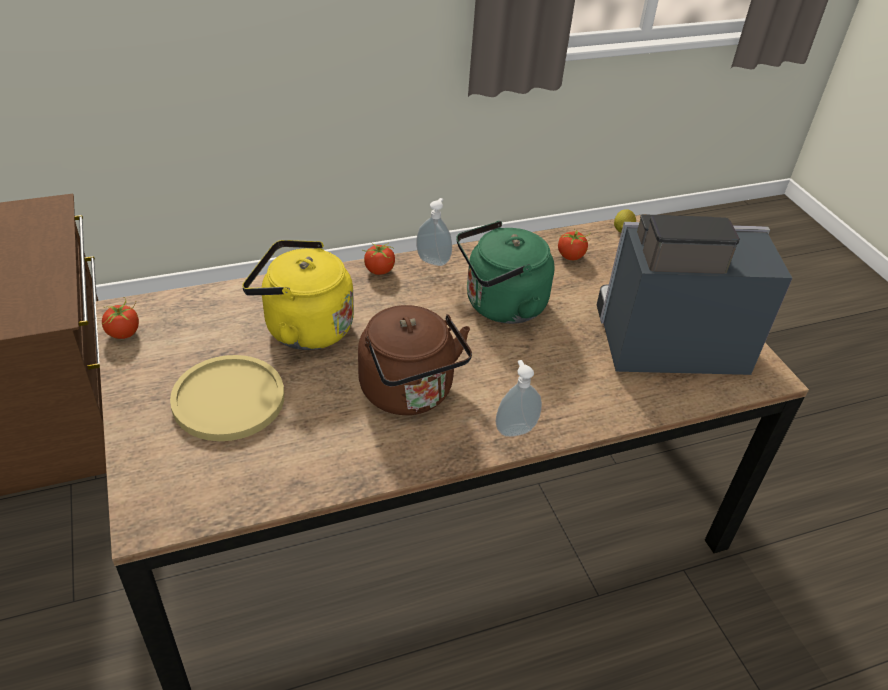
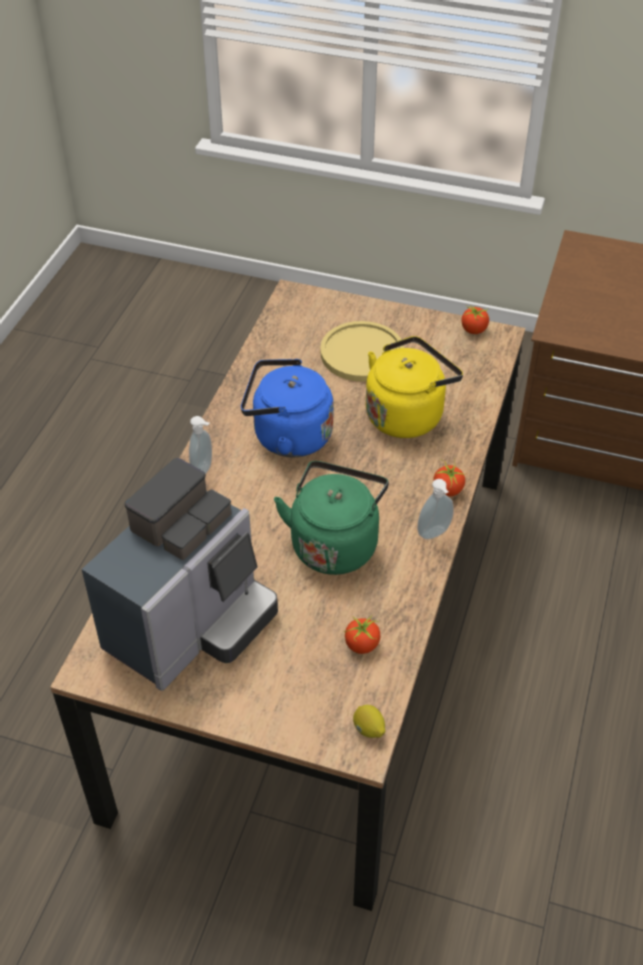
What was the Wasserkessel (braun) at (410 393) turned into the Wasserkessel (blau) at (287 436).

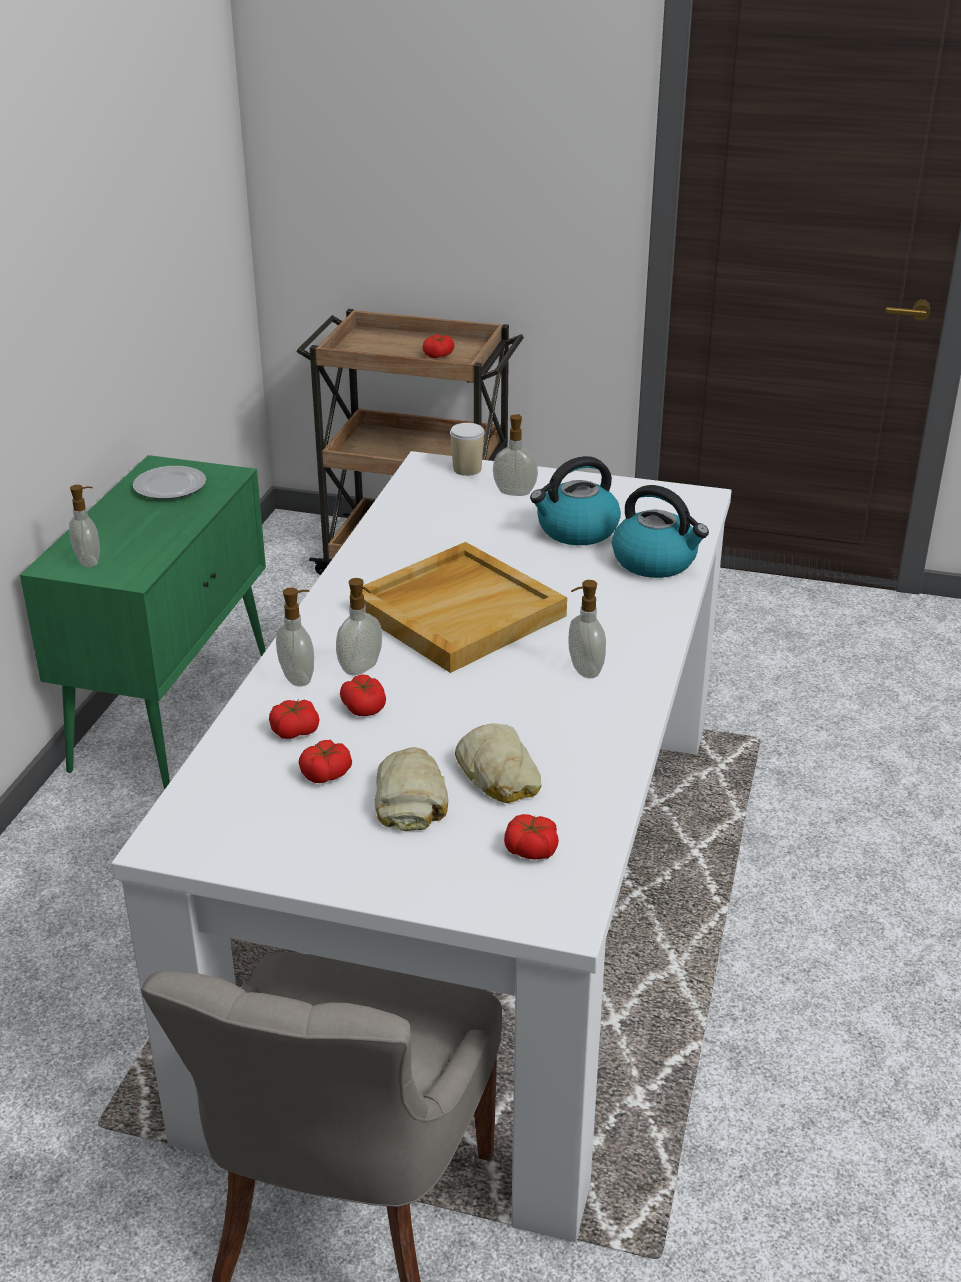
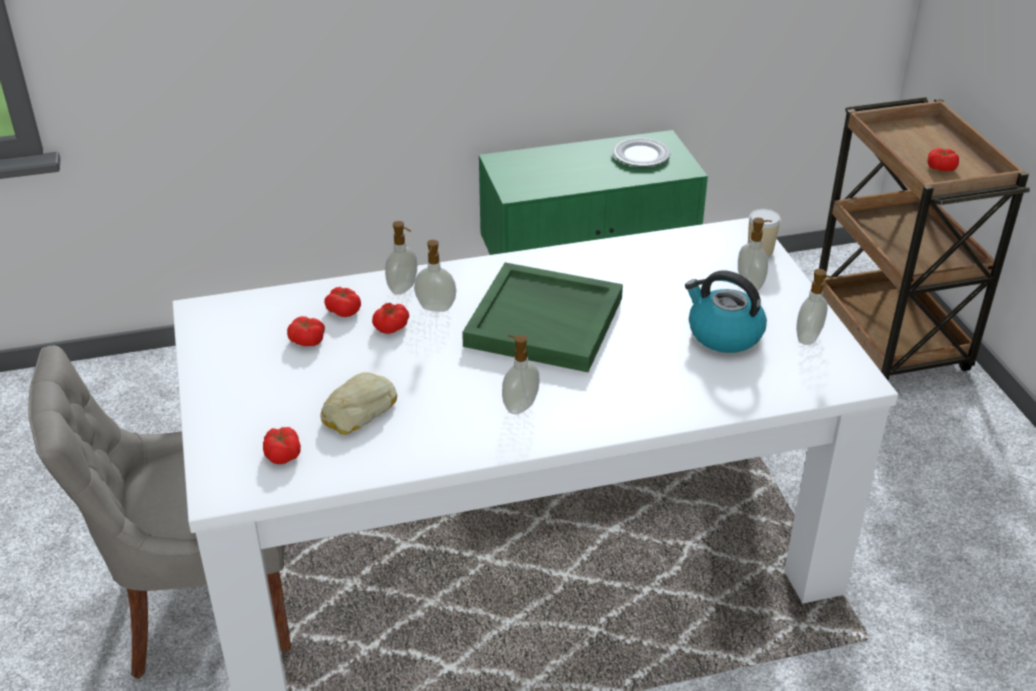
The Seifenspender ended up elsewhere, having gone from (89 561) to (809 338). What was the Tablett (beige) at (458 611) turned into the Tablett (grün) at (546 321). The second view lost the Brot at (411 798). The second view lost the Wasserkessel at (656 561).

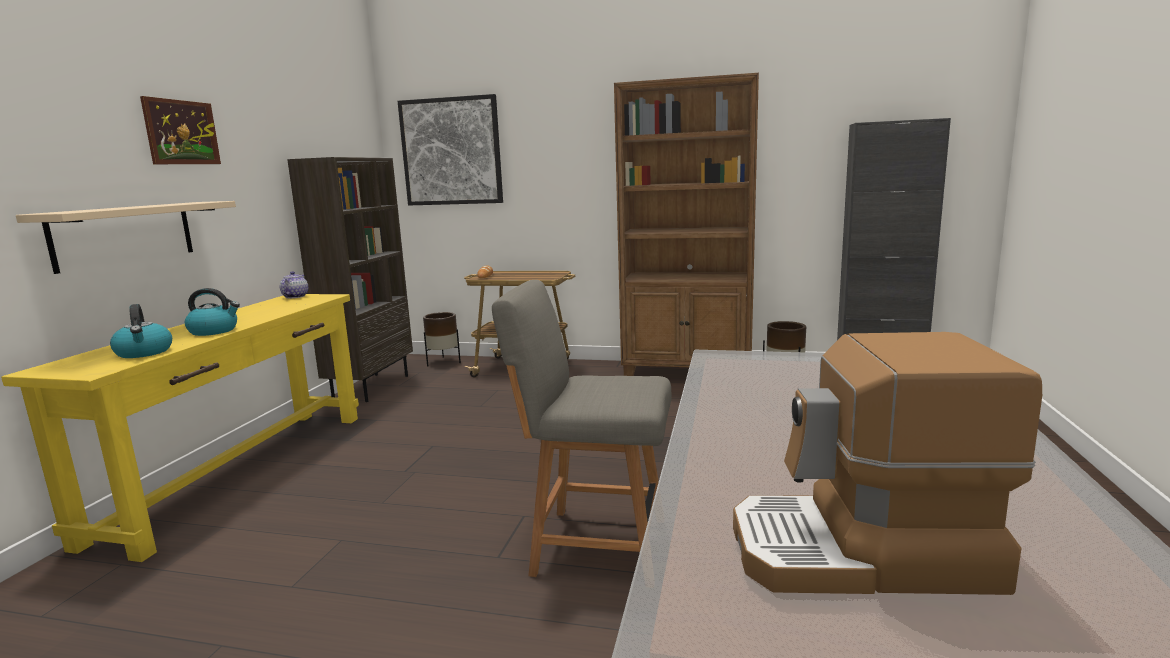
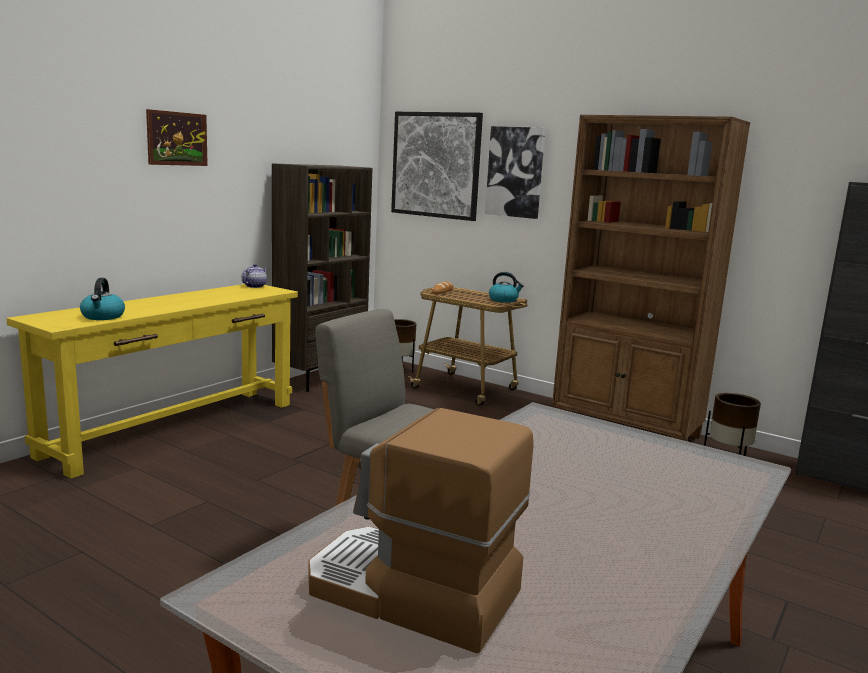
The second view lost the Wandregal (beige) at (124 234). The Wasserkessel ended up elsewhere, having gone from (214 331) to (504 300). The second view gained the Bild at (515 172).

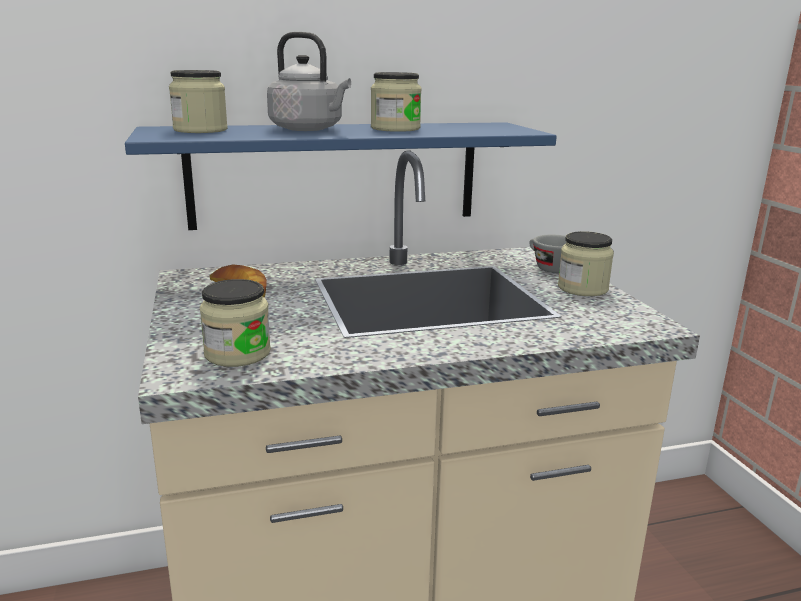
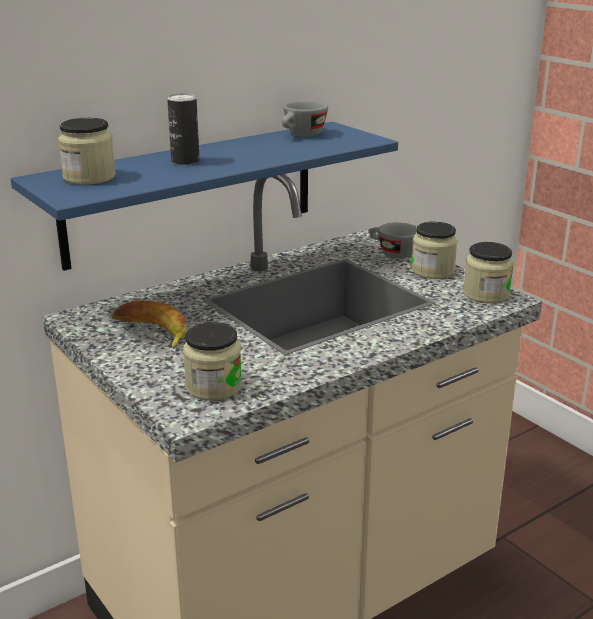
Where the Wasserkessel (grau) stood at (309 129), the Dose came to stand at (185 161). The Vorratsglas ended up elsewhere, having gone from (395 128) to (486 294). The second view gained the Tasse (grau) at (302 135).

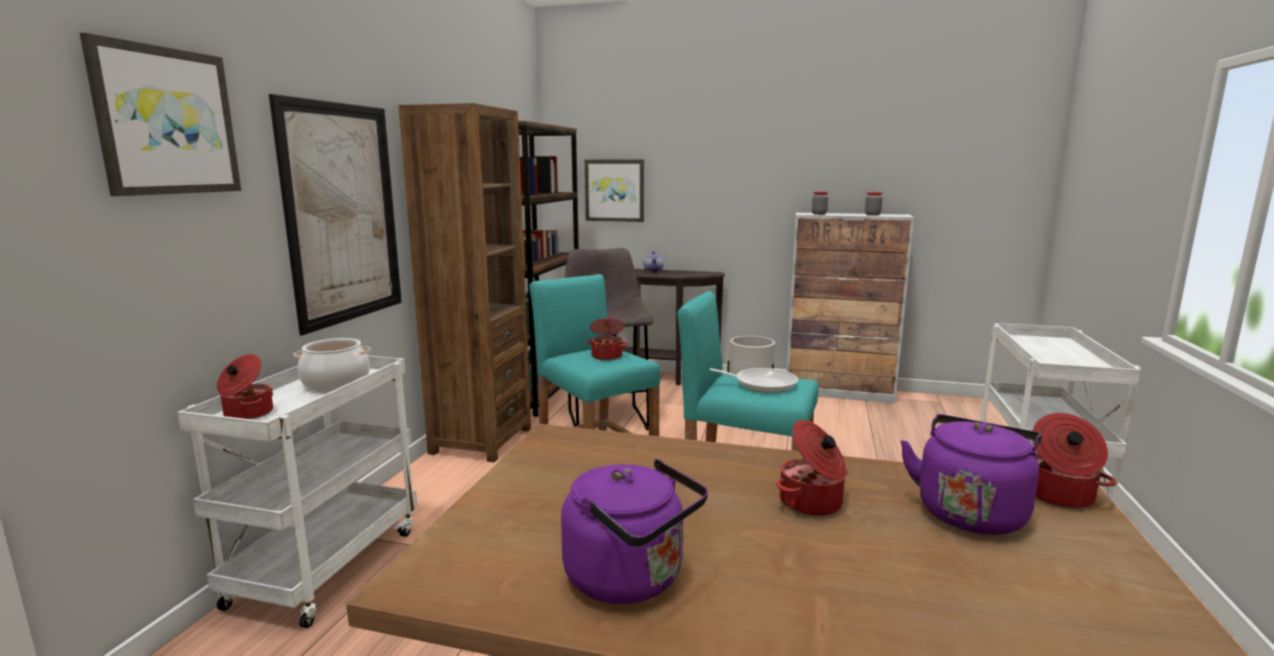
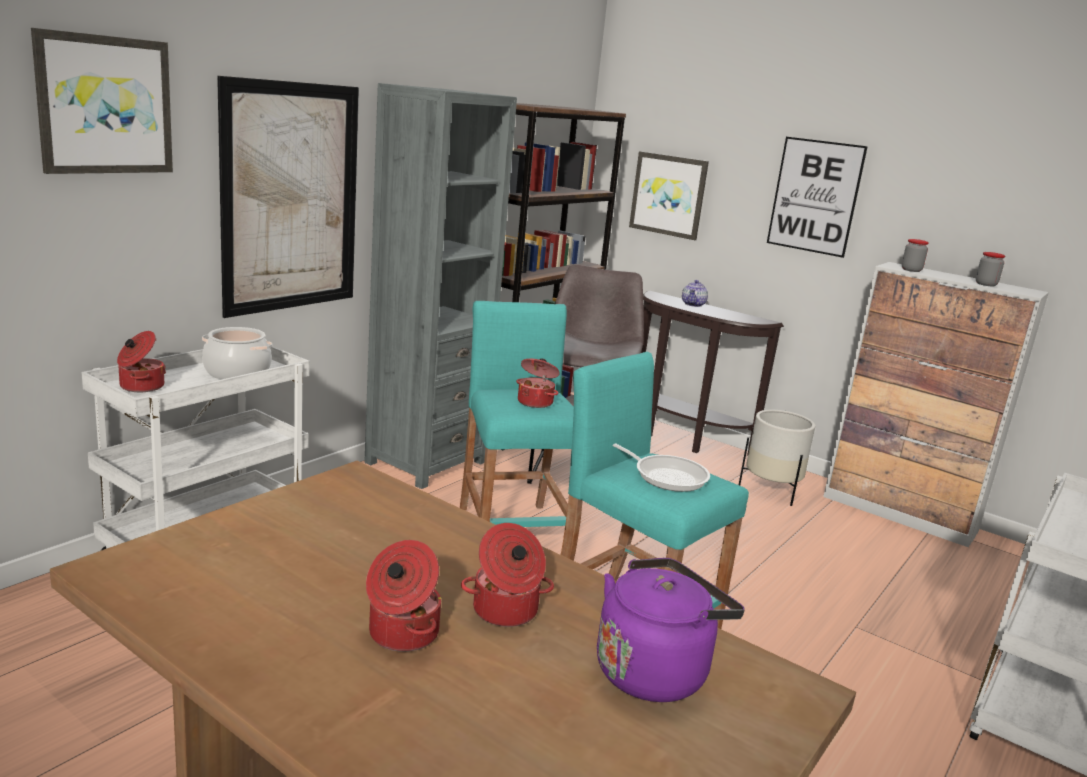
What was the Bücherregal (braun) at (481 440) turned into the Bücherregal (grau) at (426 462). The second view lost the Wasserkessel (lila) at (631 579). The Kochtopf ended up elsewhere, having gone from (1058 496) to (401 633). The second view gained the Bild at (815 196).

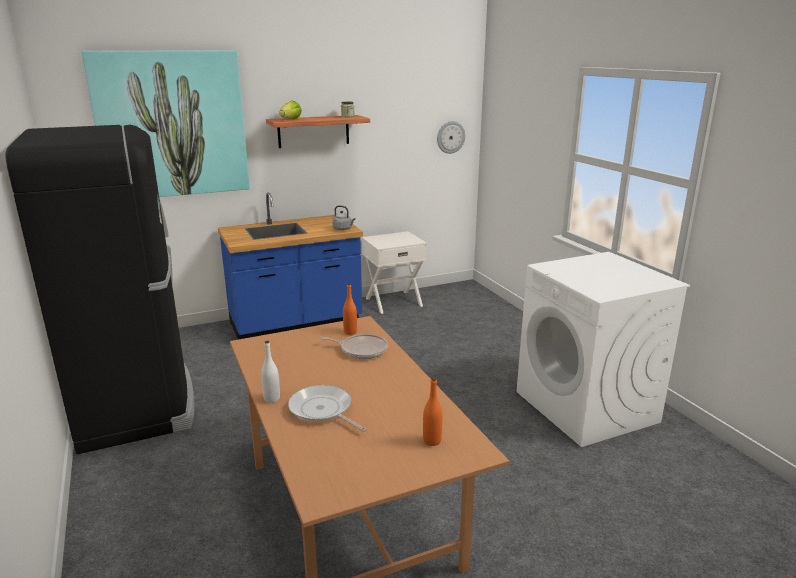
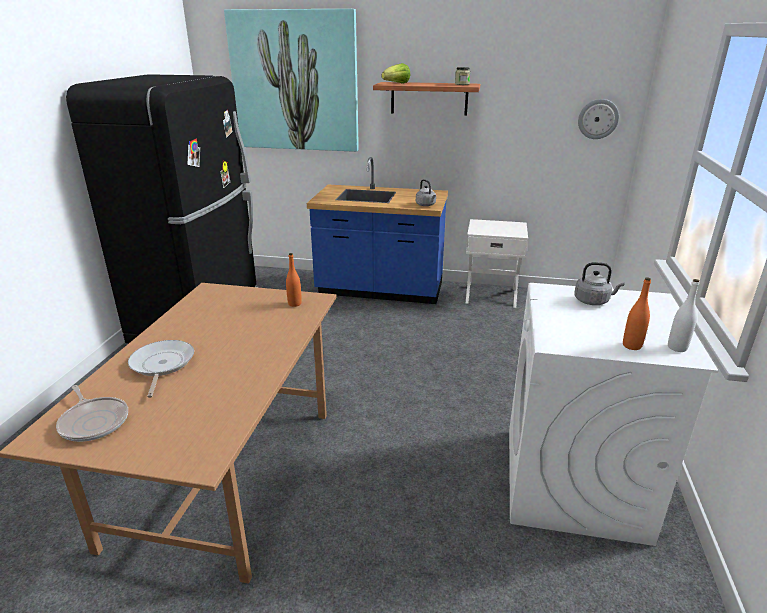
The Flasche (weiß) ended up elsewhere, having gone from (272 399) to (677 347). The Pfanne ended up elsewhere, having gone from (361 350) to (94 421). The Flasche (orange) ended up elsewhere, having gone from (432 441) to (632 346). The second view gained the Wasserkessel (grau) at (593 301).

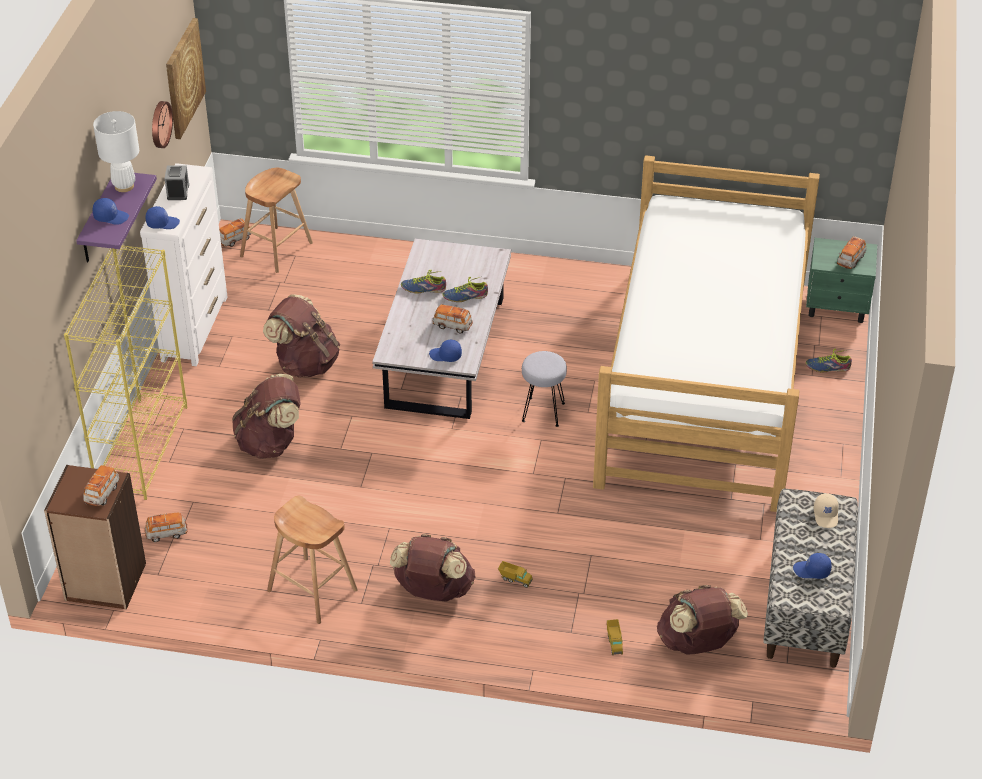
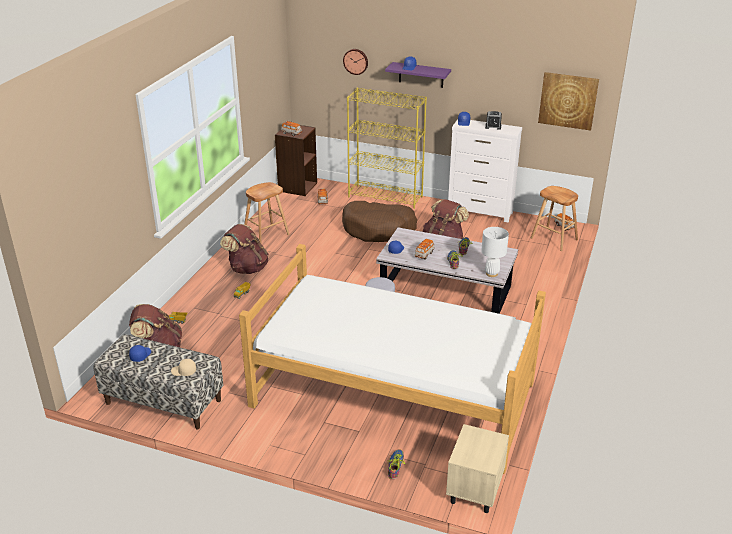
The Tischlampe (weiß) ended up elsewhere, having gone from (124 186) to (491 273). The Wanduhr ended up elsewhere, having gone from (159 124) to (356 61). Where the Rucksack (braun) stood at (270 443), the Hundebett (braun) came to stand at (379 229). What was the Nachttisch (grün) at (837 306) turned into the Nachttisch (beige) at (474 491). The second view lost the Spielzeugauto at (850 260).

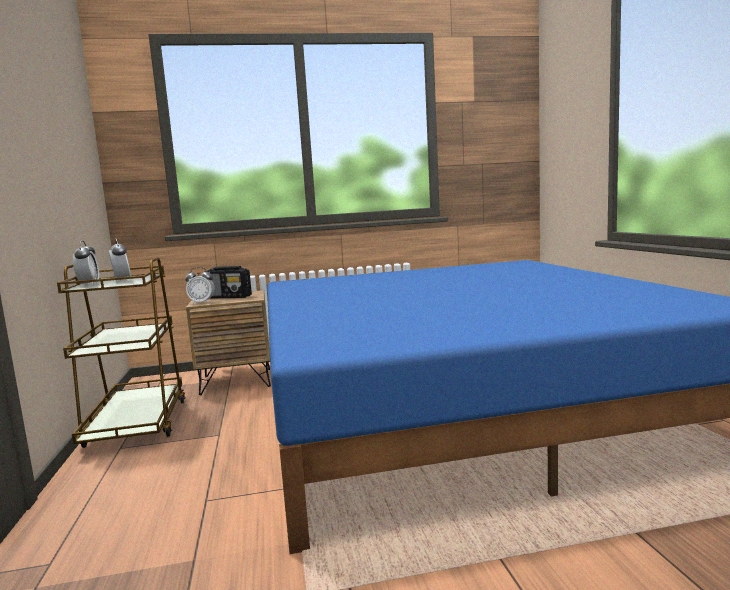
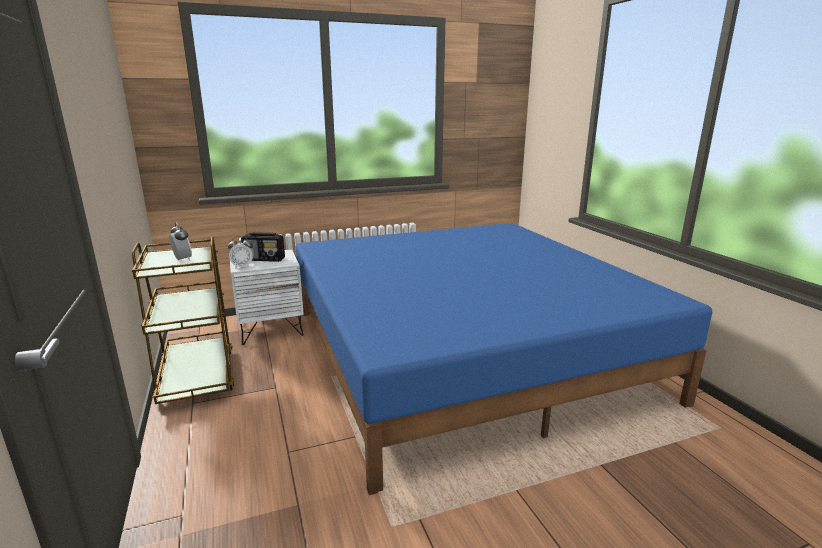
The second view lost the Wecker at (89 284). What was the Nachttisch (braun) at (237 381) turned into the Nachttisch (weiß) at (271 329).

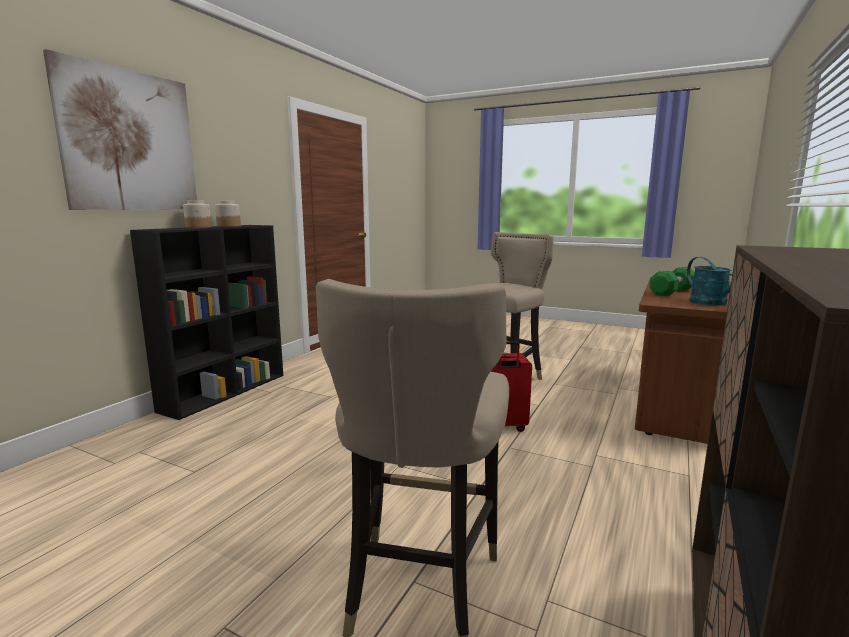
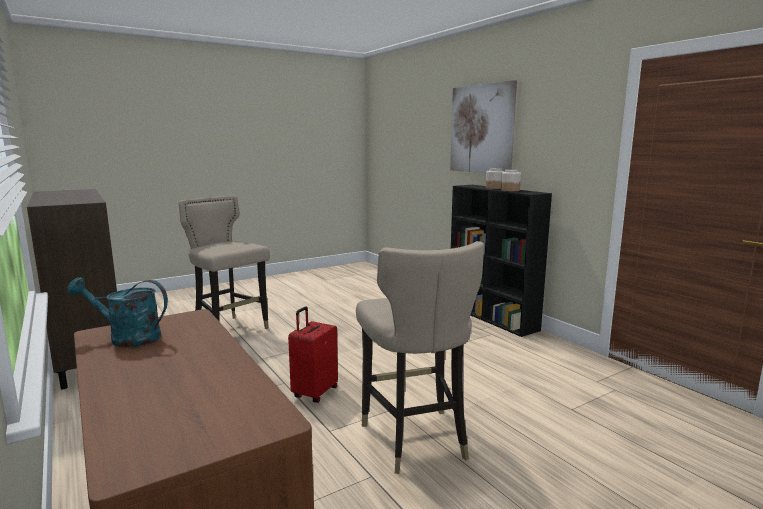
The second view lost the Hantel (grün) at (672 292).

